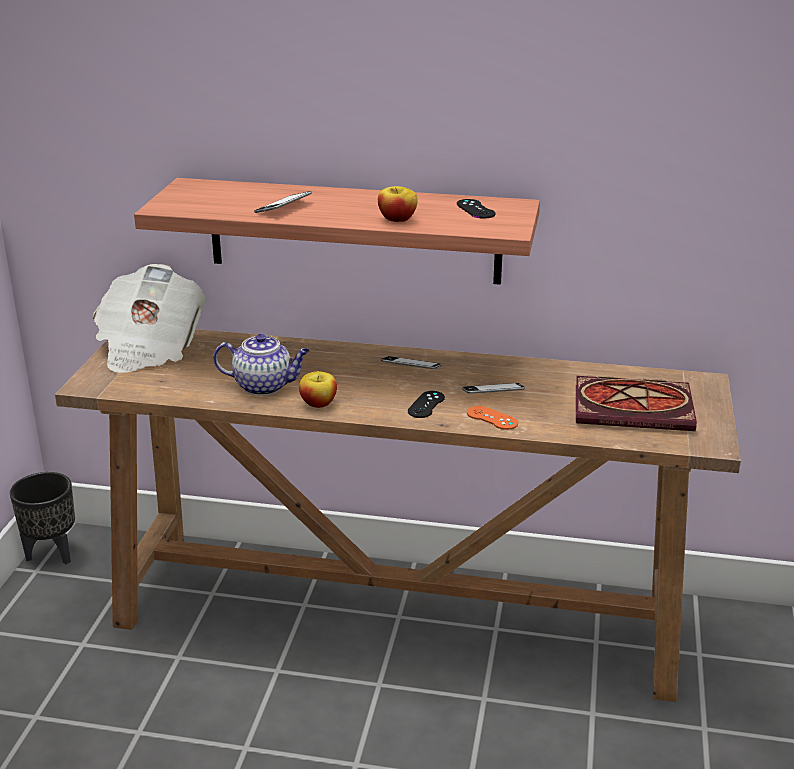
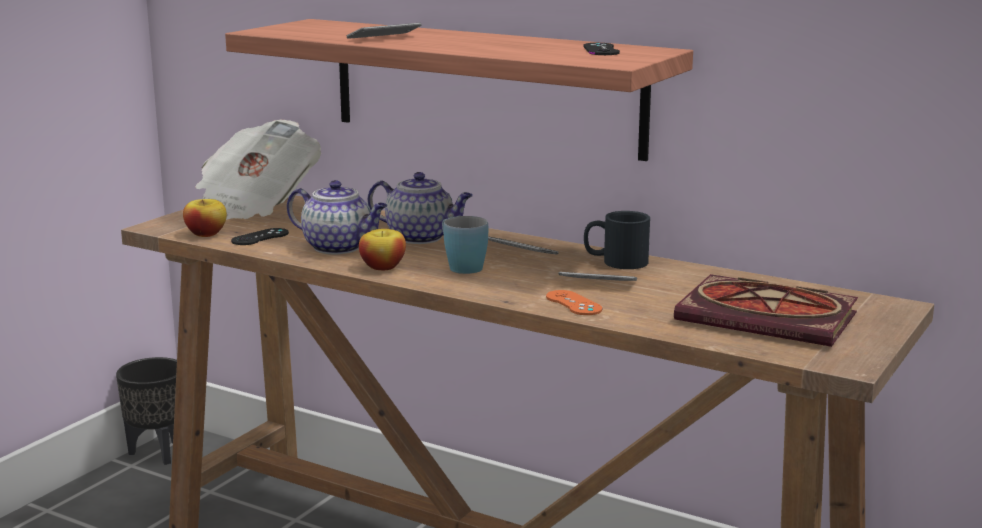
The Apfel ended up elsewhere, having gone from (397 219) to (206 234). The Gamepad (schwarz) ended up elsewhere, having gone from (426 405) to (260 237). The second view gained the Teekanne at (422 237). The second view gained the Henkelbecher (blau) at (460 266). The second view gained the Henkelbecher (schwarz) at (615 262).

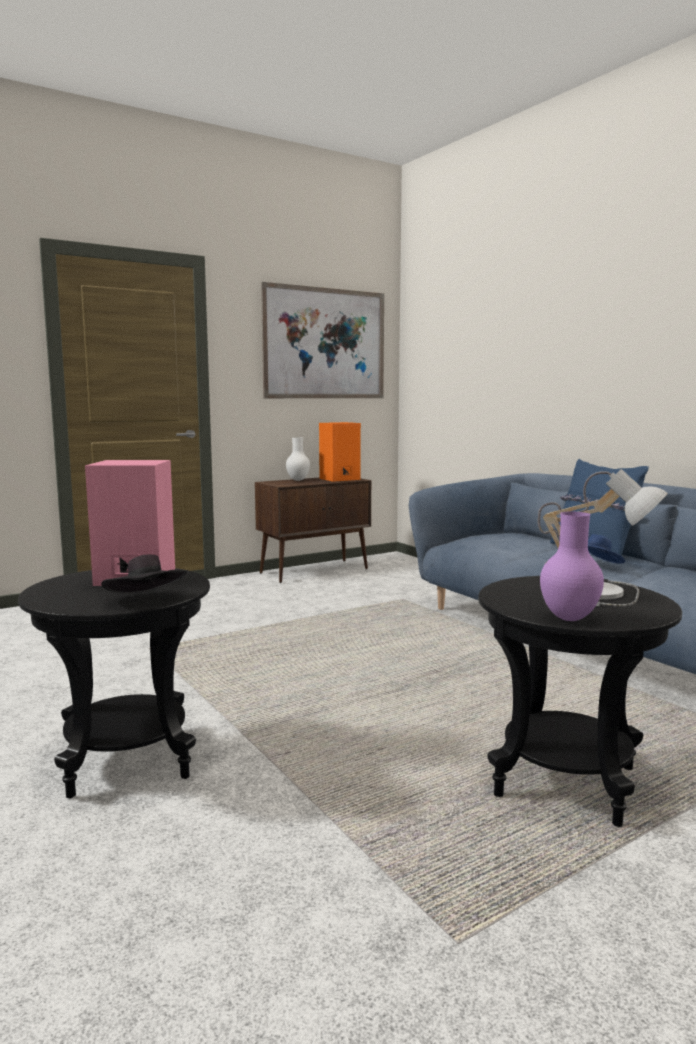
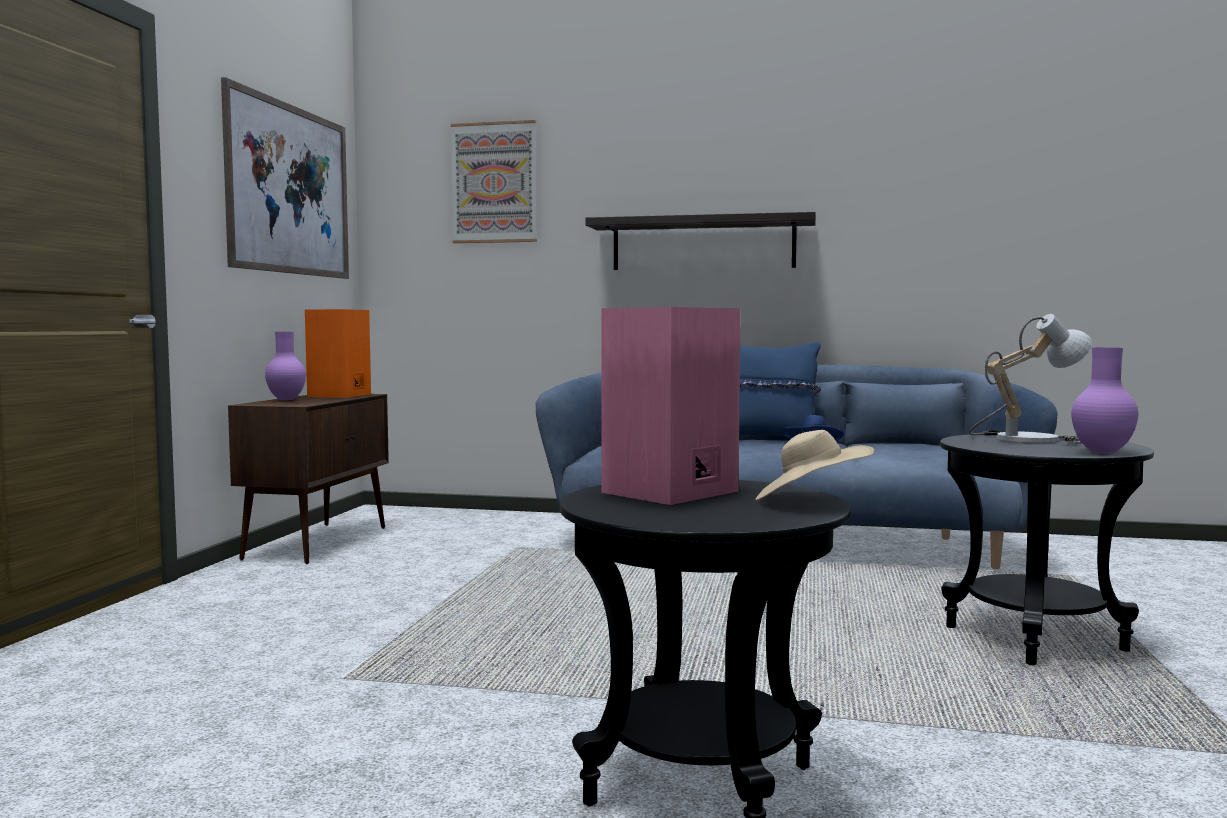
What was the Hut (schwarz) at (147 601) turned into the Hut (beige) at (810 501). What was the Vase (weiß) at (297 480) turned into the Vase (lila) at (285 399). The second view gained the Bild at (494 183). The second view gained the Wandregal at (703 244).

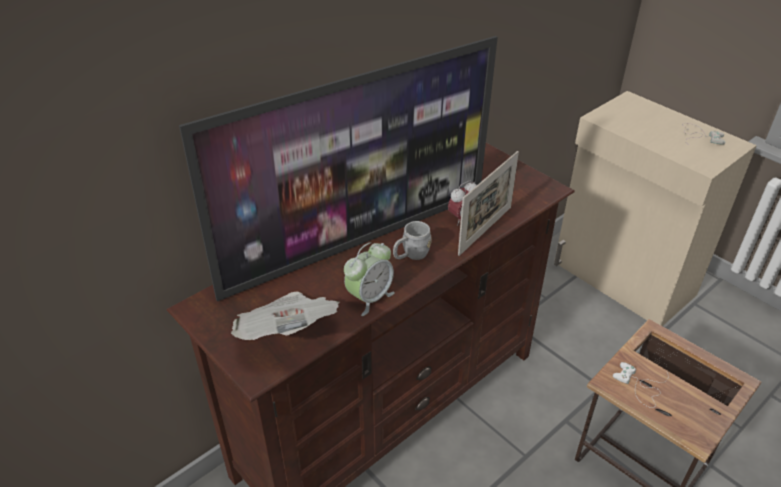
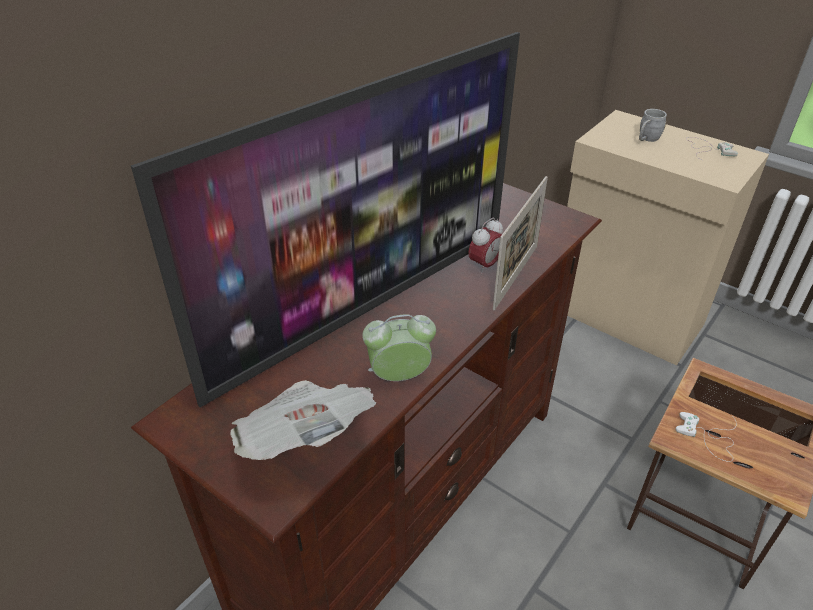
The Wecker at (369 298) ended up facing another way, 135 degrees counterclockwise from before. The Henkelbecher (grau) ended up elsewhere, having gone from (411 255) to (646 139).

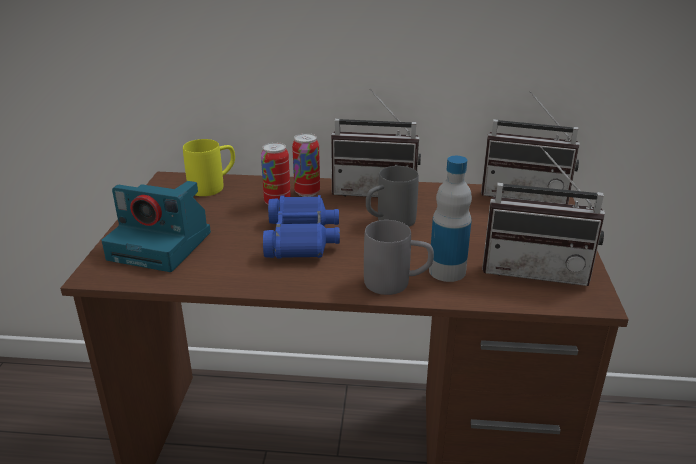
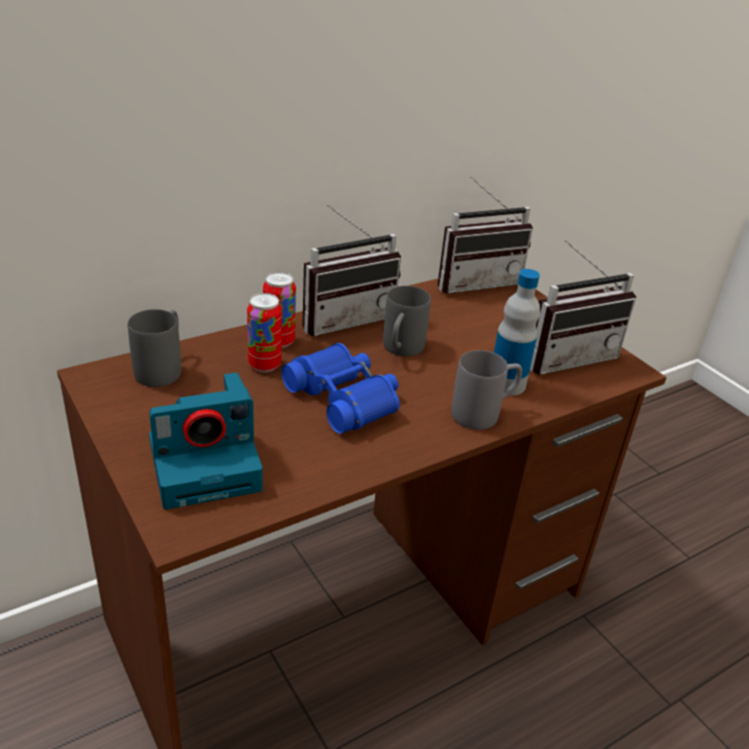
What was the Henkelbecher (gelb) at (214 186) turned into the Henkelbecher (grau) at (163 368).

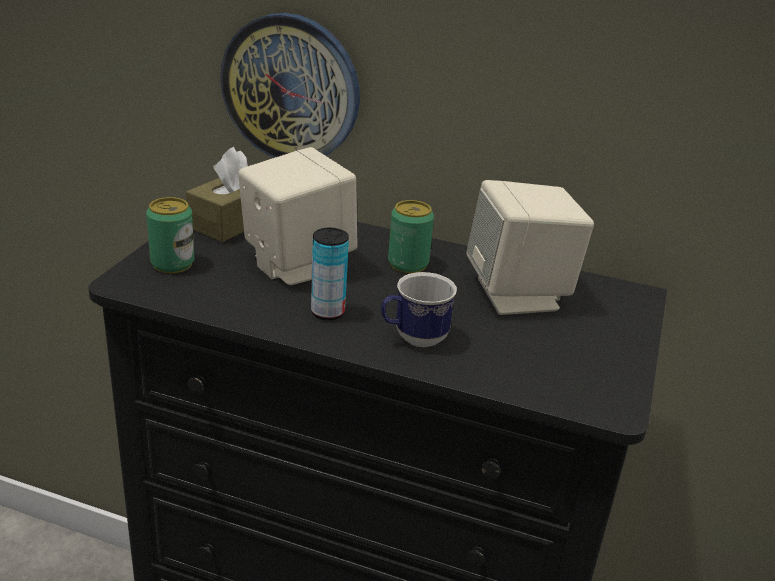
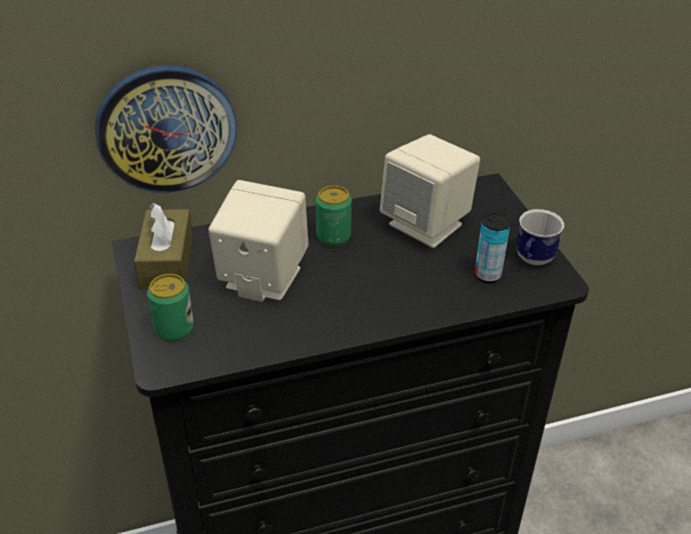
The Dose ended up elsewhere, having gone from (327 312) to (487 275). The Henkelbecher ended up elsewhere, having gone from (413 339) to (532 261).

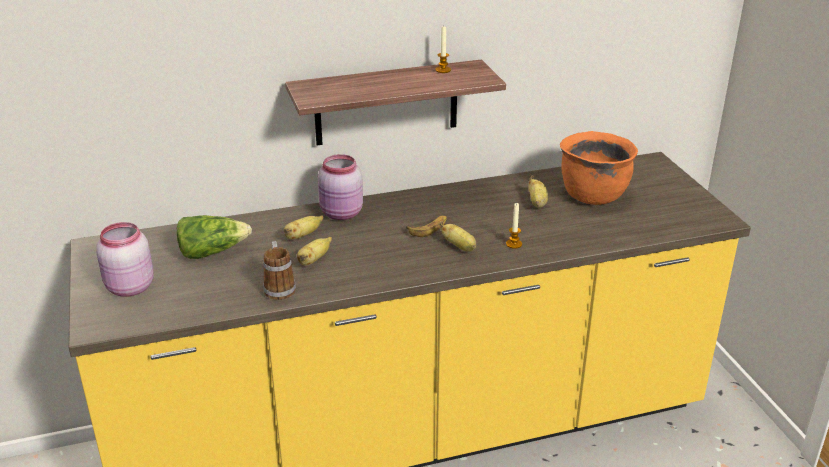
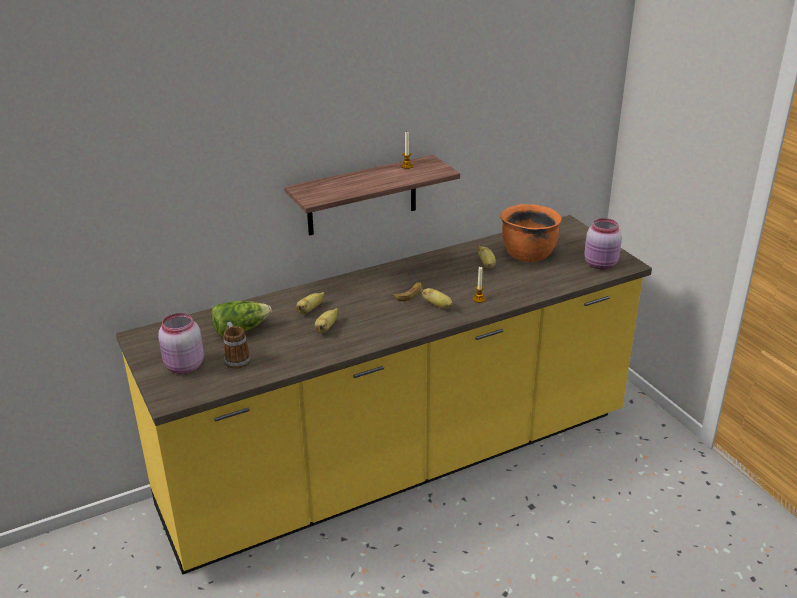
The Henkelbecher ended up elsewhere, having gone from (279 287) to (236 358). The Vorratsglas (rosa) ended up elsewhere, having gone from (342 214) to (601 265).

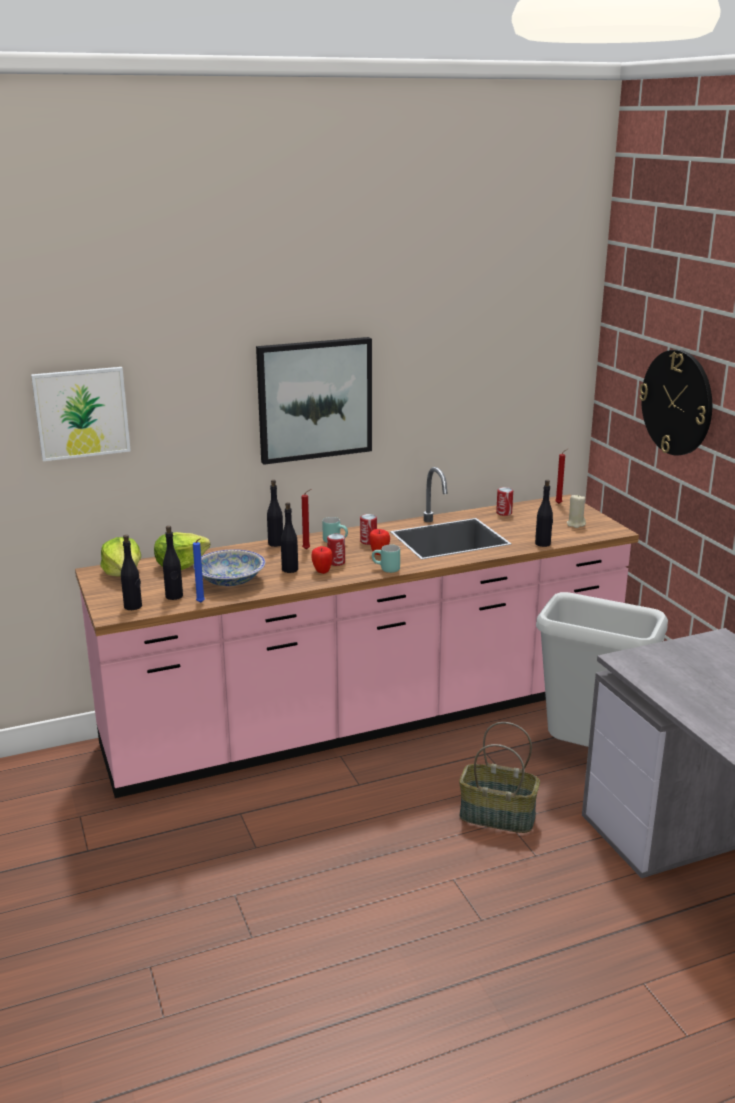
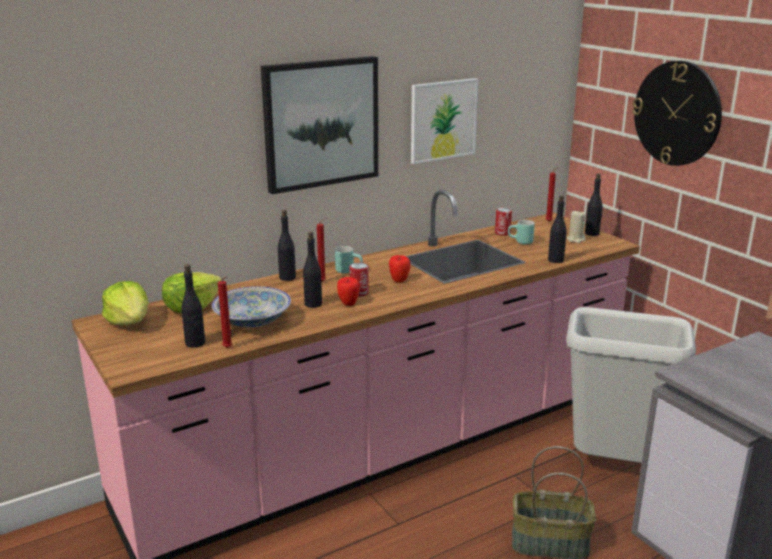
The Bild ended up elsewhere, having gone from (81 413) to (443 120). The Flasche (schwarz) ended up elsewhere, having gone from (133 606) to (592 233). What was the Kerze (blau) at (201 603) turned into the Kerze (rot) at (228 348). The second view lost the Dose at (368 541). The Henkelbecher (türkis) ended up elsewhere, having gone from (385 569) to (520 242).

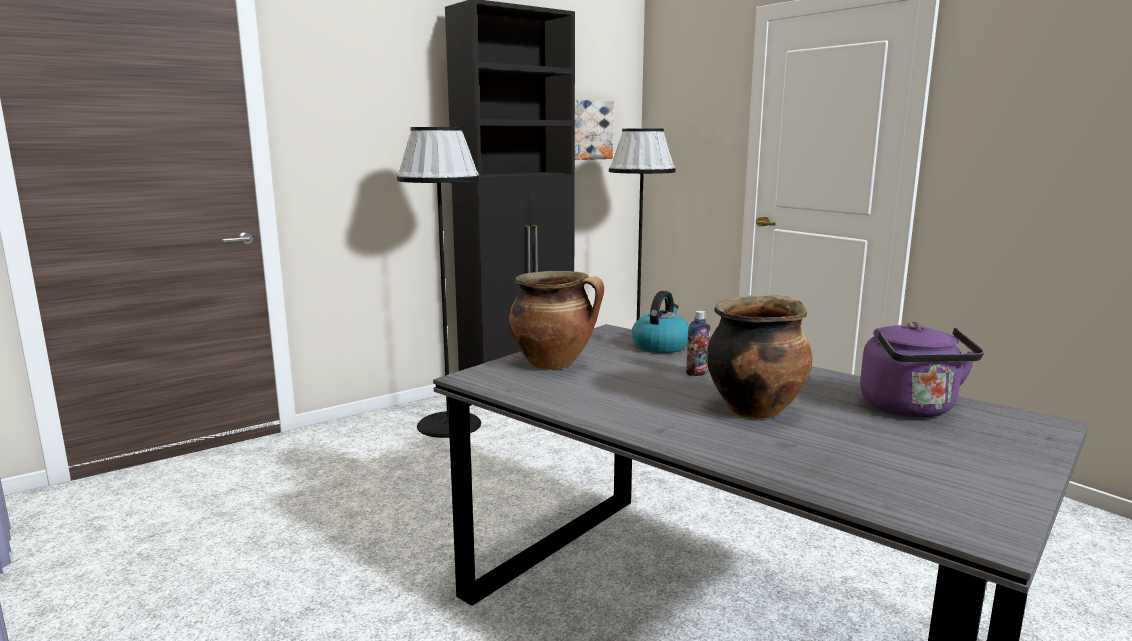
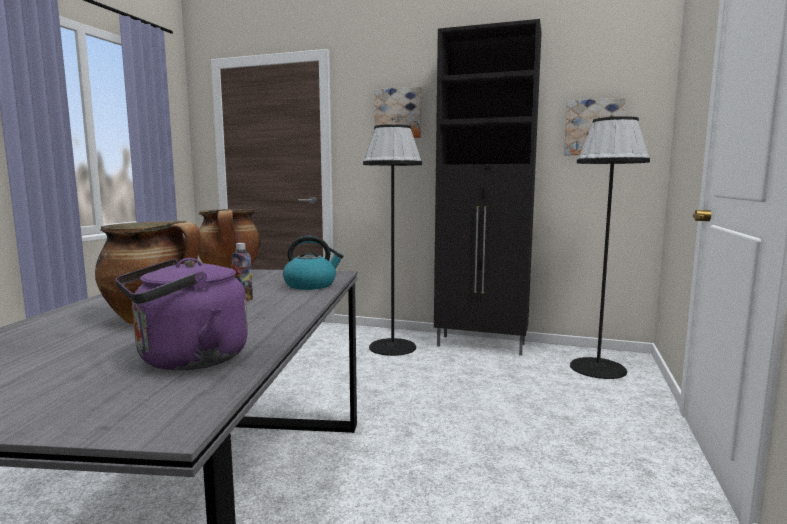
The second view gained the Bild at (398 113).

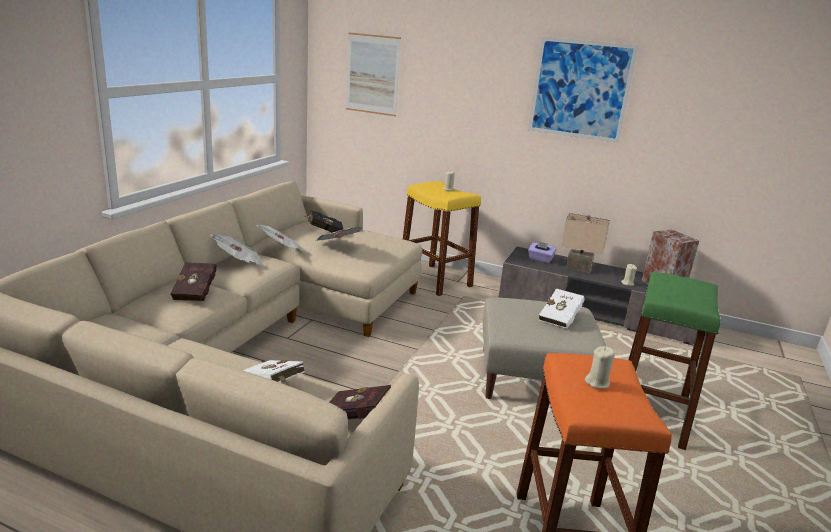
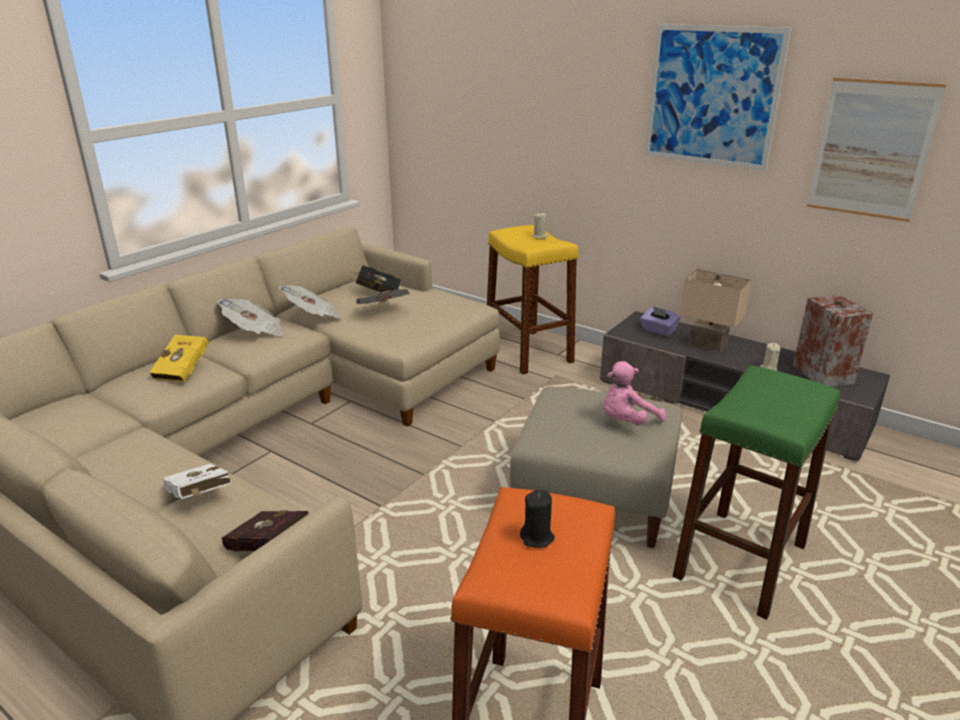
What was the Buch (rot) at (196 292) turned into the Buch (gelb) at (185 370). The Bild ended up elsewhere, having gone from (372 74) to (871 149). Where the Buch (weiß) stood at (561 318), the Plüschtier (rosa) came to stand at (627 422). What was the Kerze (beige) at (597 382) turned into the Kerze (schwarz) at (537 537).

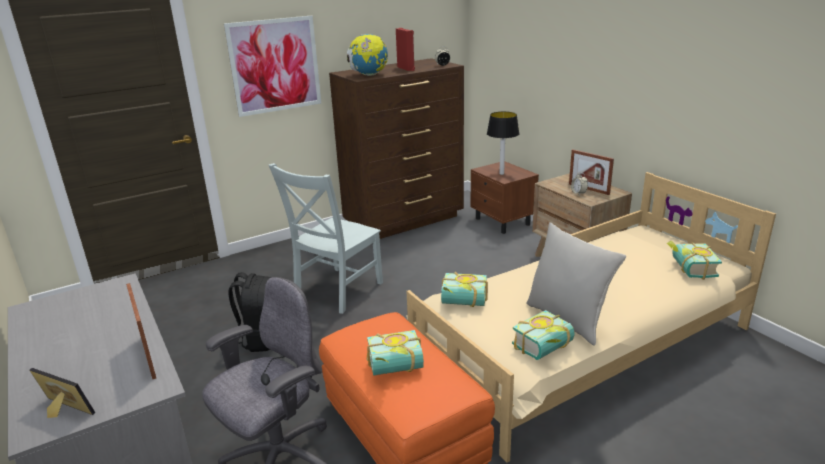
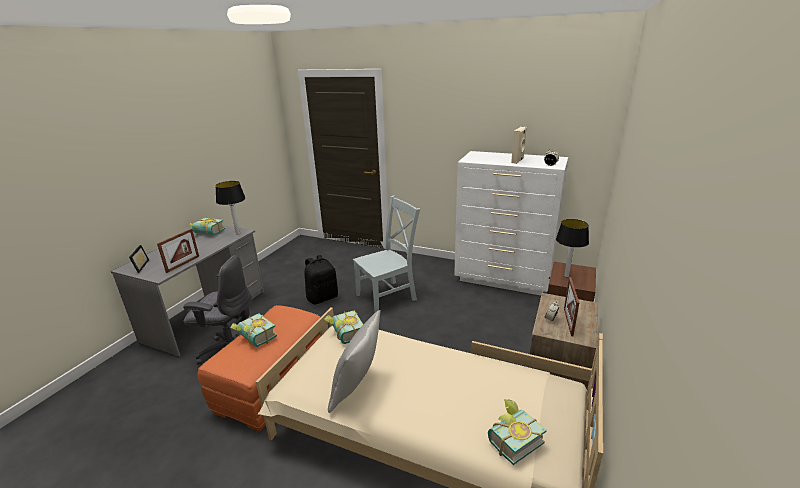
The second view lost the Bild at (275 65). The Stuhl (grau) at (336 291) ended up facing another way, 150 degrees clockwise from before. What was the Kommode (braun) at (405 220) turned into the Kommode (weiß) at (503 279). The second view lost the Globus at (369 75). What was the Lautsprecher (rot) at (406 68) turned into the Lautsprecher (beige) at (518 161). The Buch ended up elsewhere, having gone from (546 349) to (207 233). The second view gained the Tischlampe at (238 233).

